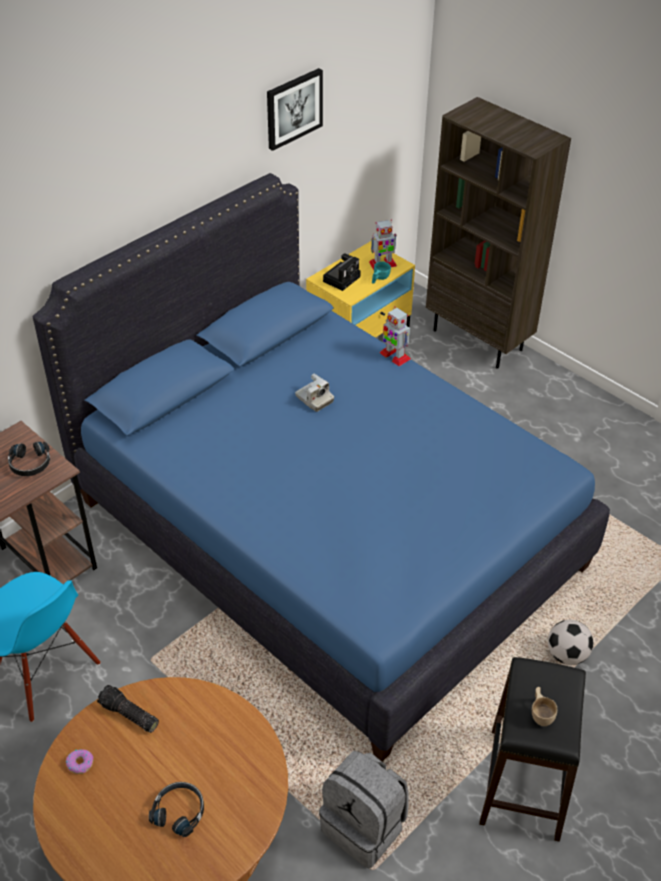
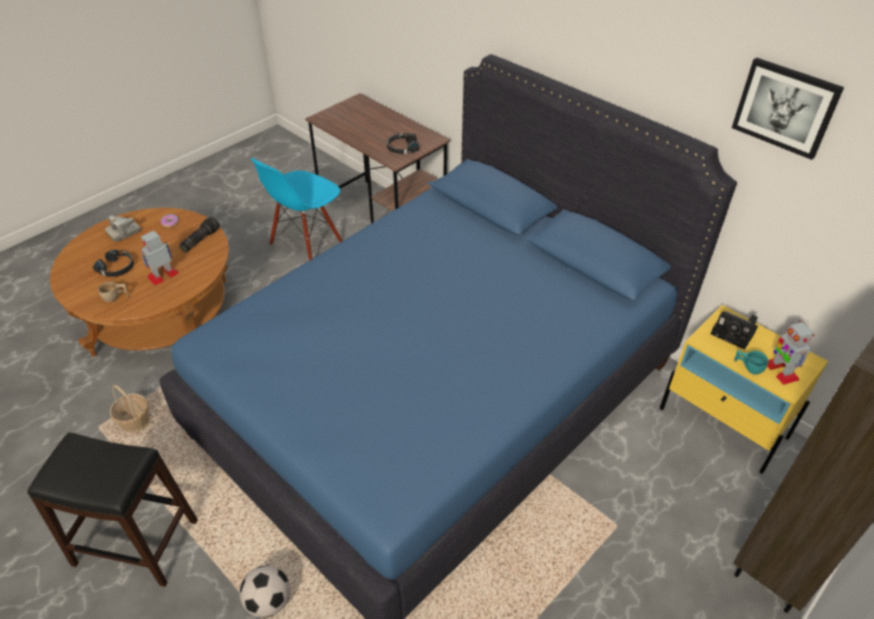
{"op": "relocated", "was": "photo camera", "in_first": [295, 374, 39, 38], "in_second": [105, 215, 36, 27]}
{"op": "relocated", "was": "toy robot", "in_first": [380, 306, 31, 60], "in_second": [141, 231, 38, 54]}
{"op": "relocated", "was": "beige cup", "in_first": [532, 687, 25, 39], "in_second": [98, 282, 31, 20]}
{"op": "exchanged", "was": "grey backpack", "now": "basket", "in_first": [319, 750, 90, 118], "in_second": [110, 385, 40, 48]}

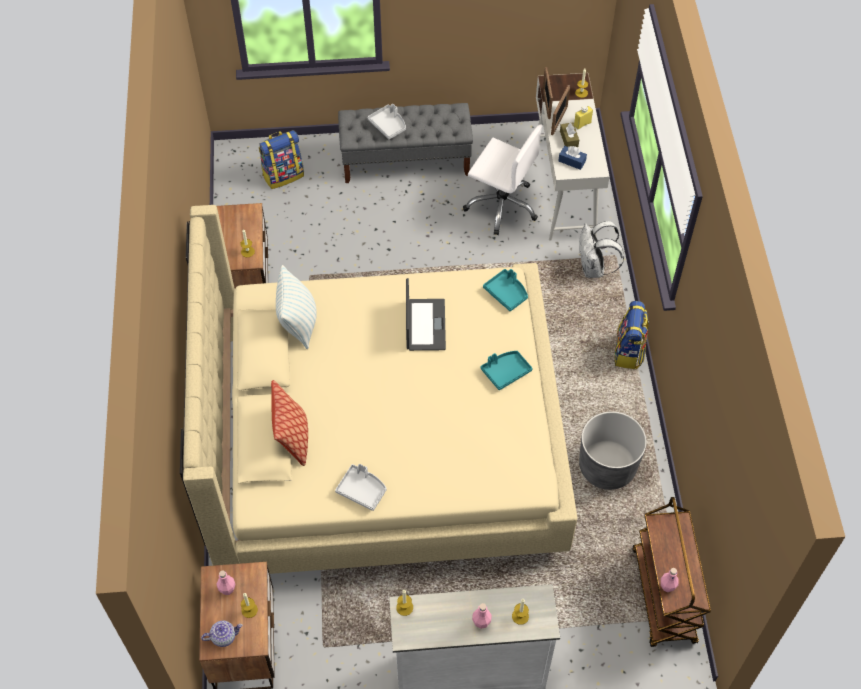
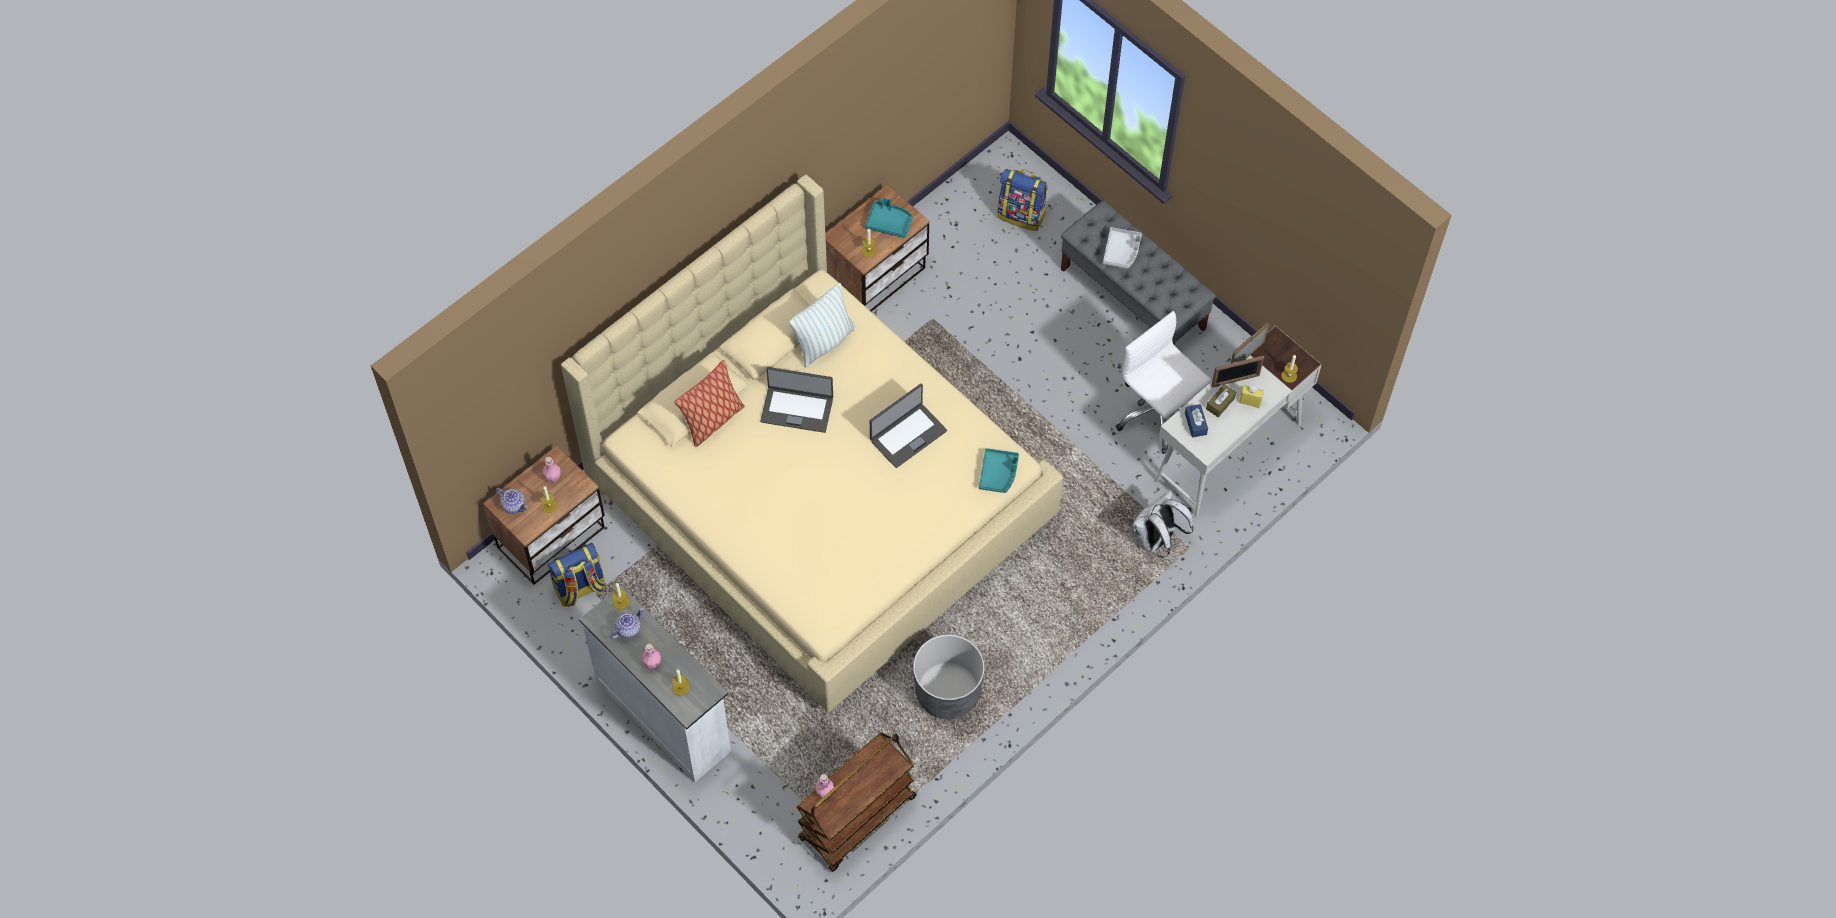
{"op": "missing", "was": "grey tray", "in_first": [335, 464, 52, 47]}
{"op": "appeared", "now": "teapot", "in_second": [611, 608, 33, 31]}
{"op": "appeared", "now": "laptop", "in_second": [760, 367, 73, 66]}
{"op": "relocated", "was": "turquoise tray", "in_first": [481, 351, 52, 39], "in_second": [865, 198, 48, 40]}
{"op": "relocated", "was": "backpack", "in_first": [614, 301, 35, 68], "in_second": [547, 543, 59, 64]}
{"op": "spun", "was": "white office chair", "in_first": [463, 124, 80, 111], "in_second": [1116, 311, 95, 143], "clockwise": 150}

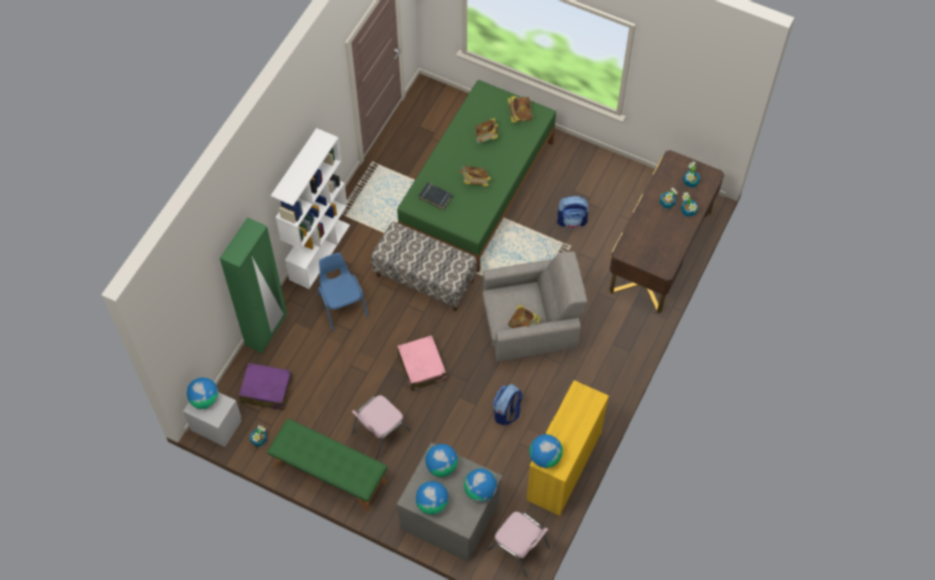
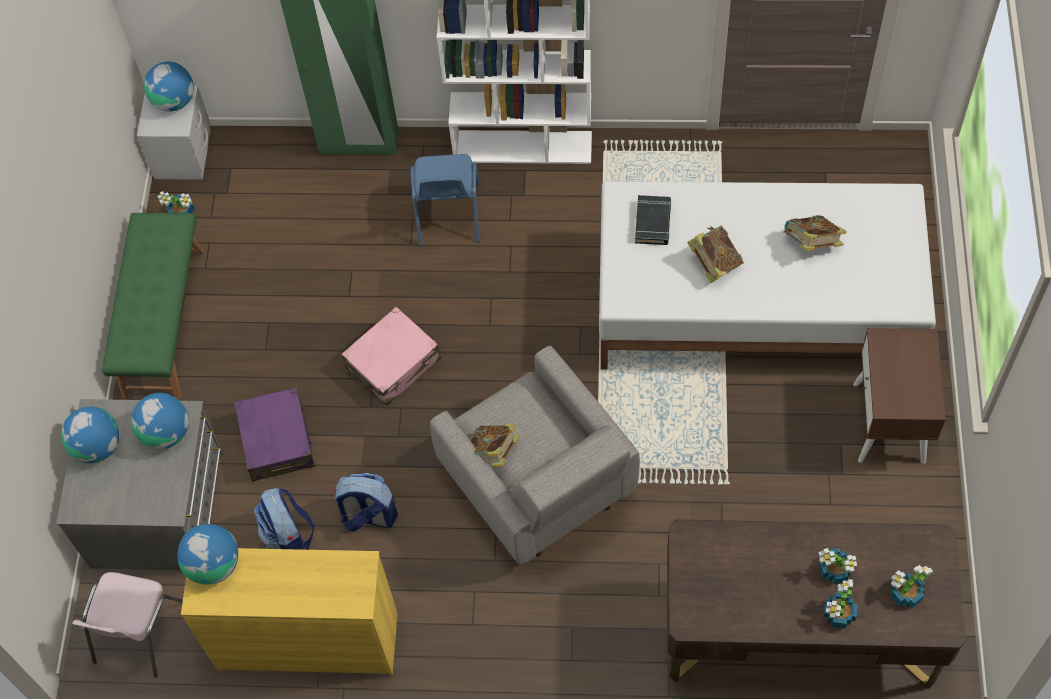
{"op": "missing", "was": "pink chair", "in_first": [351, 395, 60, 65]}
{"op": "missing", "was": "bench", "in_first": [371, 222, 106, 89]}
{"op": "missing", "was": "globe", "in_first": [464, 469, 33, 33]}
{"op": "missing", "was": "book", "in_first": [507, 96, 26, 27]}
{"op": "appeared", "now": "brown nightstand", "in_second": [853, 328, 93, 136]}
{"op": "relocated", "was": "purple suitcase", "in_first": [239, 363, 53, 48], "in_second": [234, 387, 81, 95]}
{"op": "relocated", "was": "backpack", "in_first": [557, 196, 33, 33], "in_second": [254, 488, 61, 62]}
{"op": "colour", "was": "green bed", "now": "white bed", "in_first": [397, 80, 159, 193], "in_second": [599, 181, 337, 189]}
{"op": "spun", "was": "blue chair", "in_first": [318, 253, 50, 77], "in_second": [411, 154, 69, 92], "clockwise": 135}

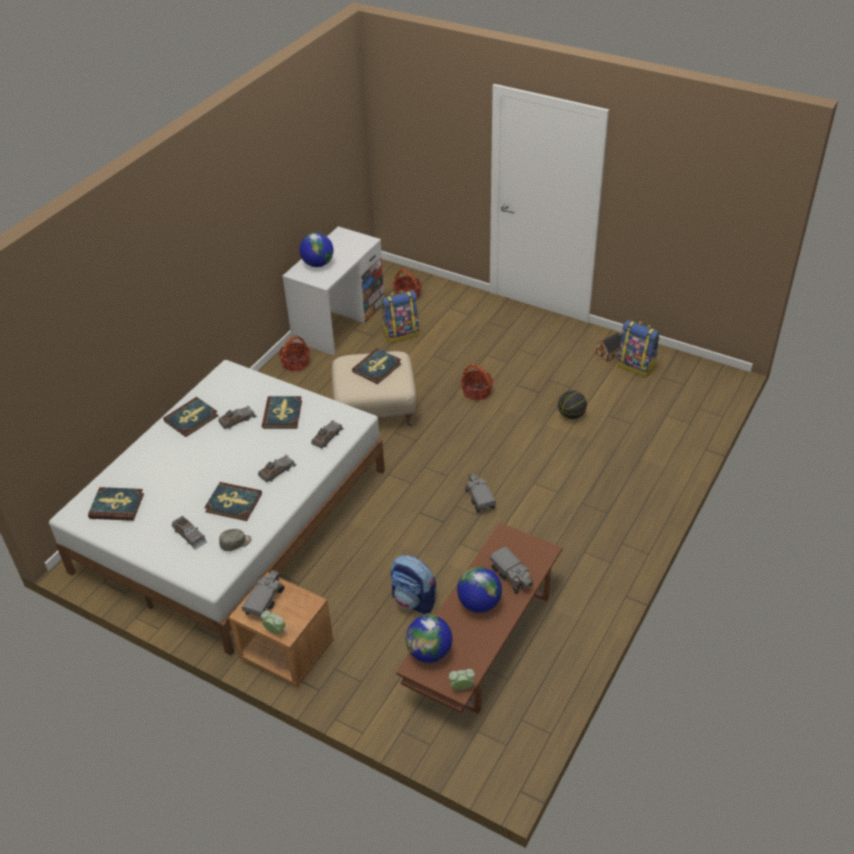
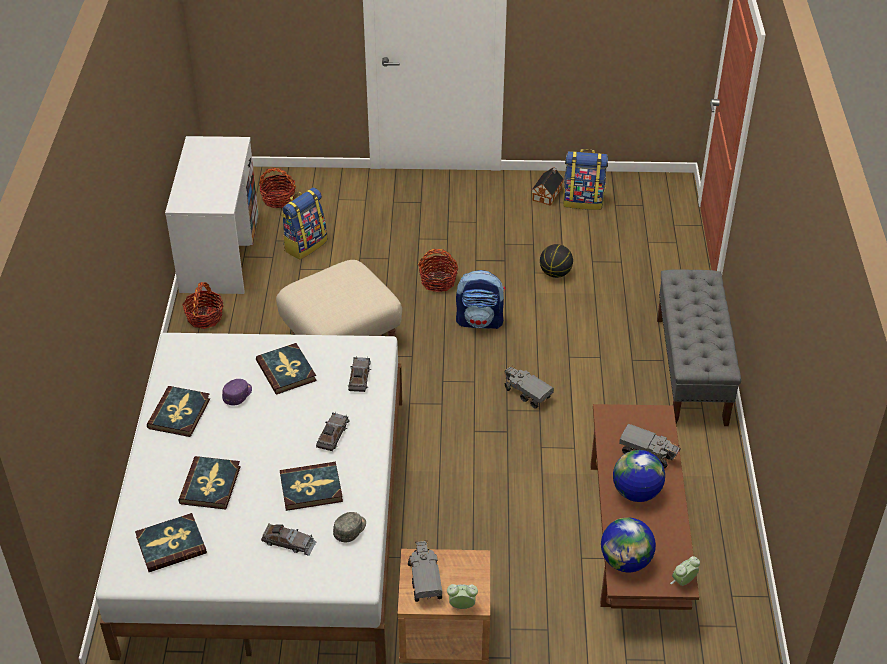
{"op": "missing", "was": "globe", "in_first": [300, 233, 33, 34]}
{"op": "appeared", "now": "grey bench", "in_second": [657, 269, 84, 157]}
{"op": "relocated", "was": "book", "in_first": [352, 348, 50, 36], "in_second": [178, 456, 63, 54]}
{"op": "relocated", "was": "backpack", "in_first": [391, 555, 46, 59], "in_second": [456, 270, 50, 59]}
{"op": "exchanged", "was": "grey toy car", "now": "purple cap", "in_first": [218, 405, 39, 24], "in_second": [222, 379, 30, 26]}

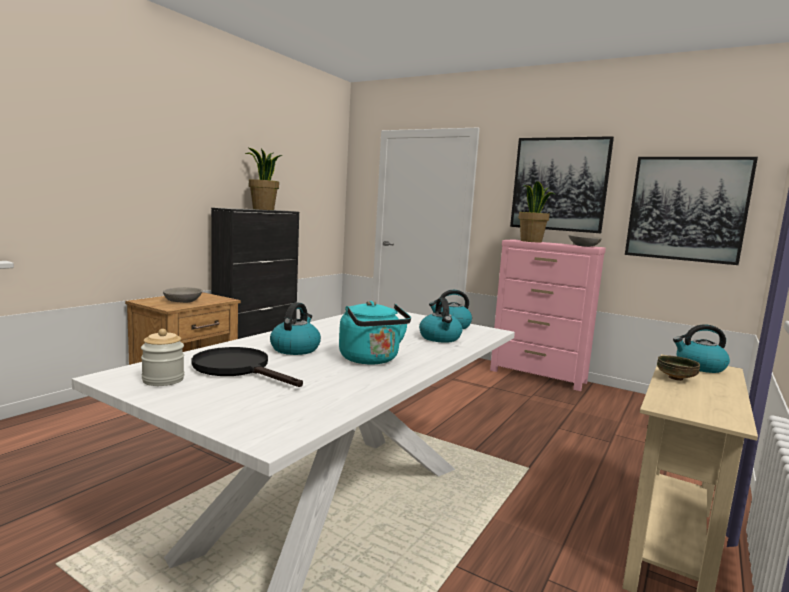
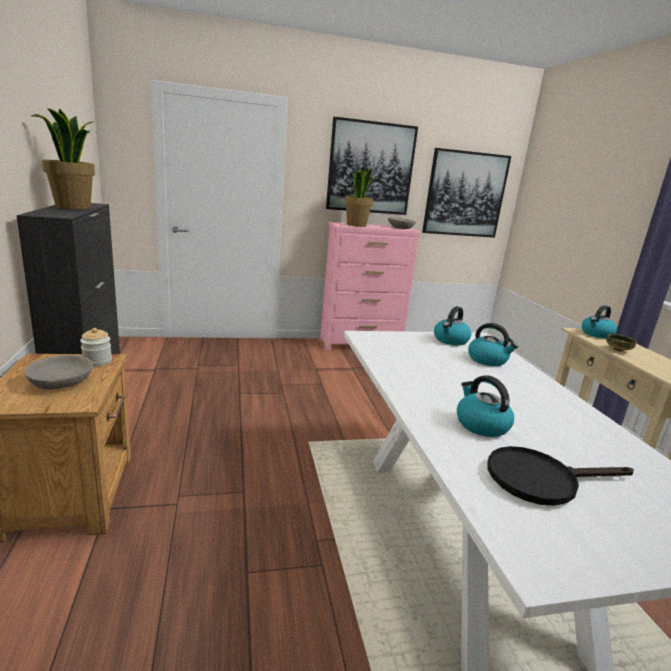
{"op": "missing", "was": "turquoise kettle", "in_first": [339, 301, 72, 63]}
{"op": "relocated", "was": "jar", "in_first": [141, 329, 43, 57], "in_second": [80, 328, 32, 39]}

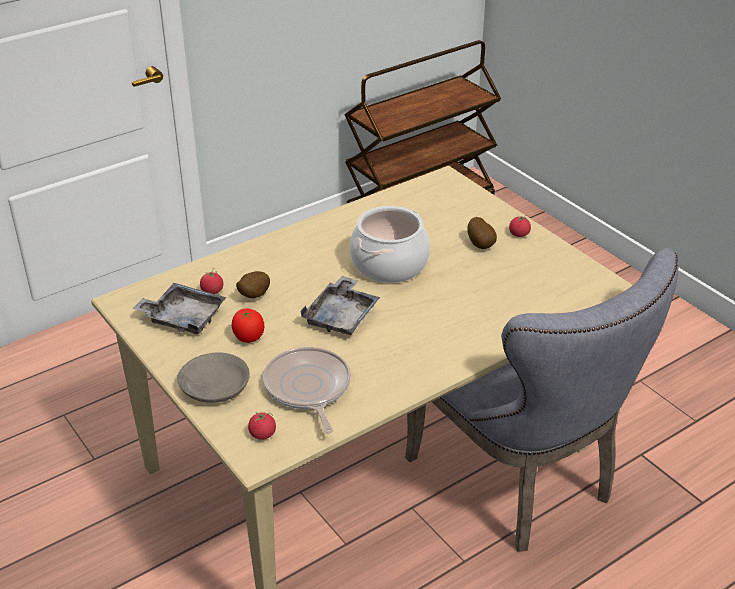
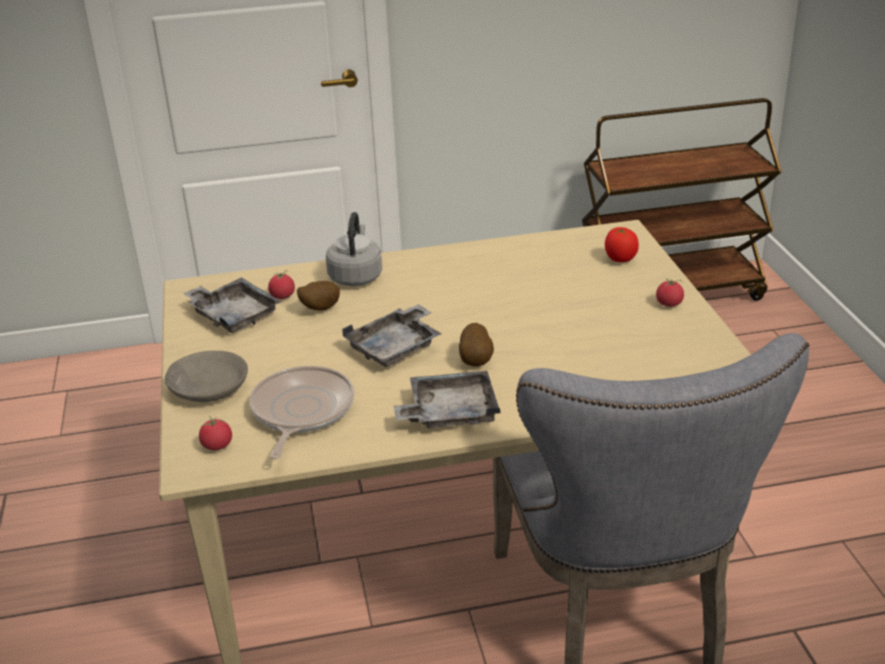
{"op": "missing", "was": "cooking pot", "in_first": [350, 206, 80, 77]}
{"op": "appeared", "now": "grey kettle", "in_second": [326, 212, 56, 74]}
{"op": "appeared", "now": "grey tray", "in_second": [394, 371, 107, 58]}
{"op": "relocated", "was": "tomato", "in_first": [232, 308, 32, 35], "in_second": [605, 227, 34, 35]}
{"op": "relocated", "was": "potato", "in_first": [467, 217, 30, 32], "in_second": [459, 323, 35, 43]}

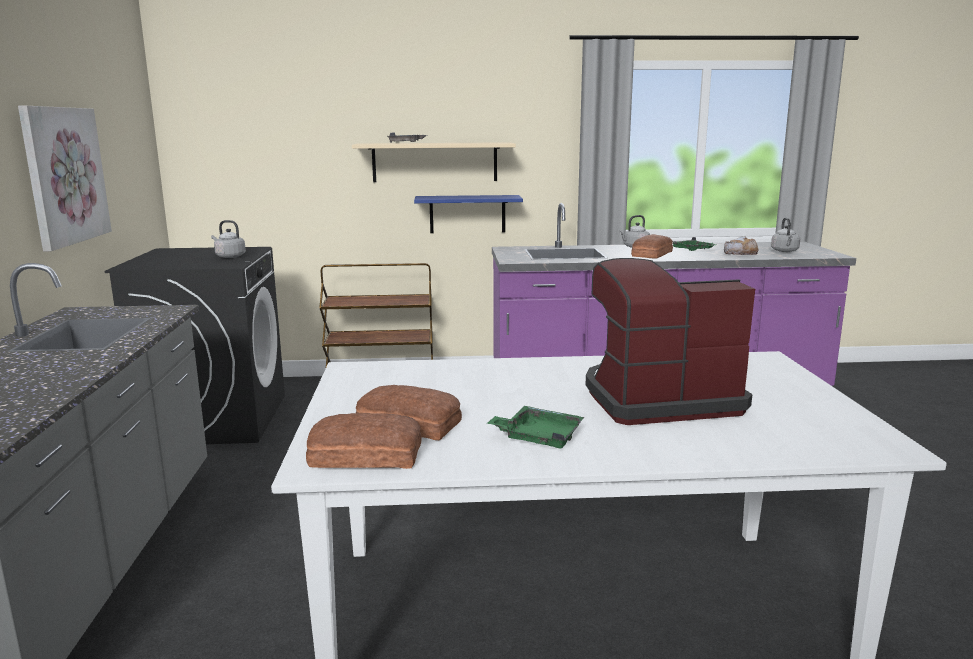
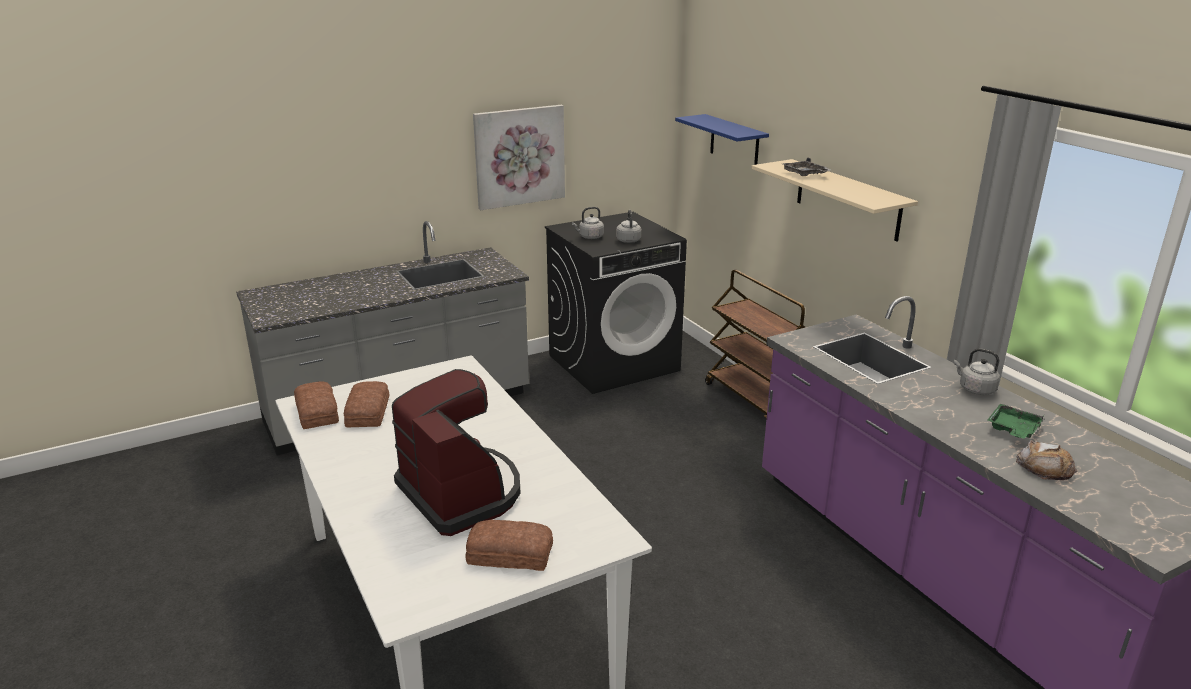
{"op": "missing", "was": "green tray", "in_first": [487, 406, 97, 42]}
{"op": "relocated", "was": "blue shelf", "in_first": [414, 195, 109, 38], "in_second": [675, 114, 94, 51]}
{"op": "relocated", "was": "bread", "in_first": [631, 234, 42, 25], "in_second": [465, 520, 88, 51]}
{"op": "relocated", "was": "grey kettle", "in_first": [771, 218, 29, 34], "in_second": [572, 207, 32, 32]}

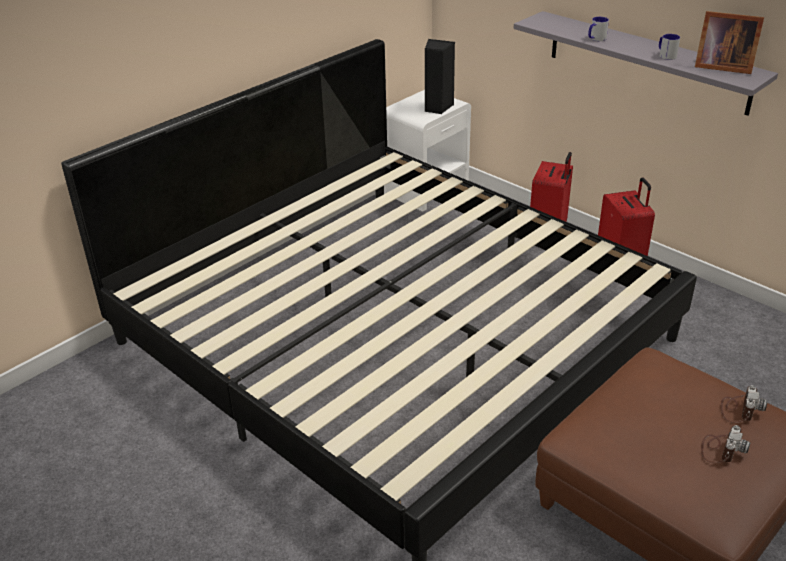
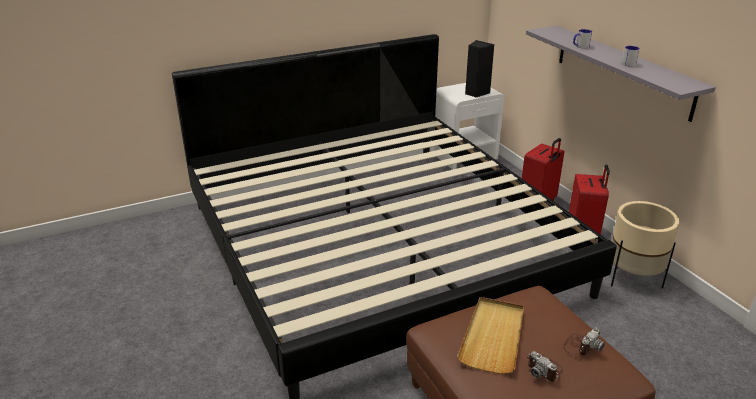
{"op": "missing", "was": "picture frame", "in_first": [695, 11, 69, 63]}
{"op": "appeared", "now": "beige tray", "in_second": [457, 297, 67, 77]}
{"op": "appeared", "now": "beige planter", "in_second": [611, 201, 68, 87]}
{"op": "spun", "was": "photo camera", "in_first": [701, 425, 49, 38], "in_second": [527, 351, 36, 31], "clockwise": 90}

